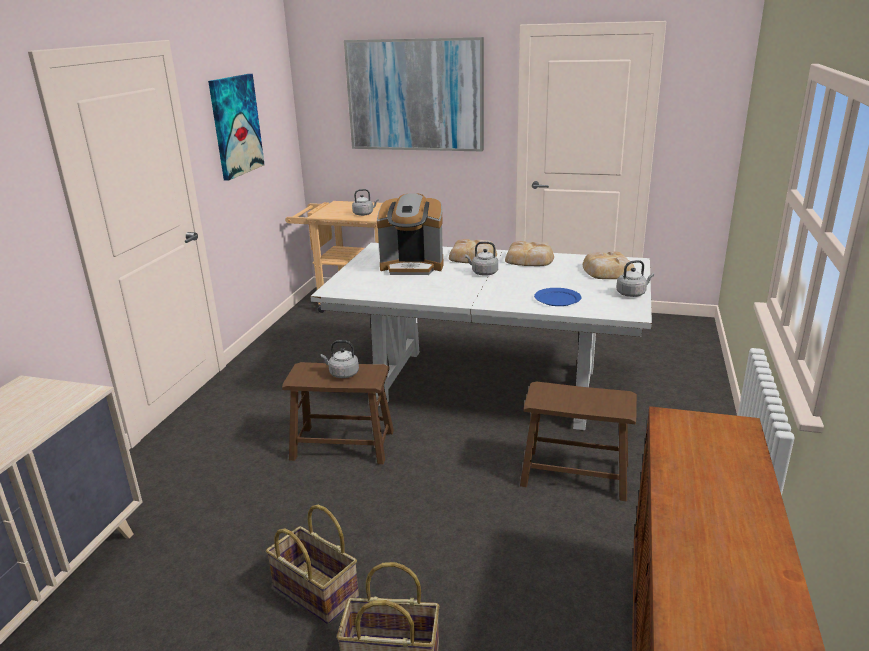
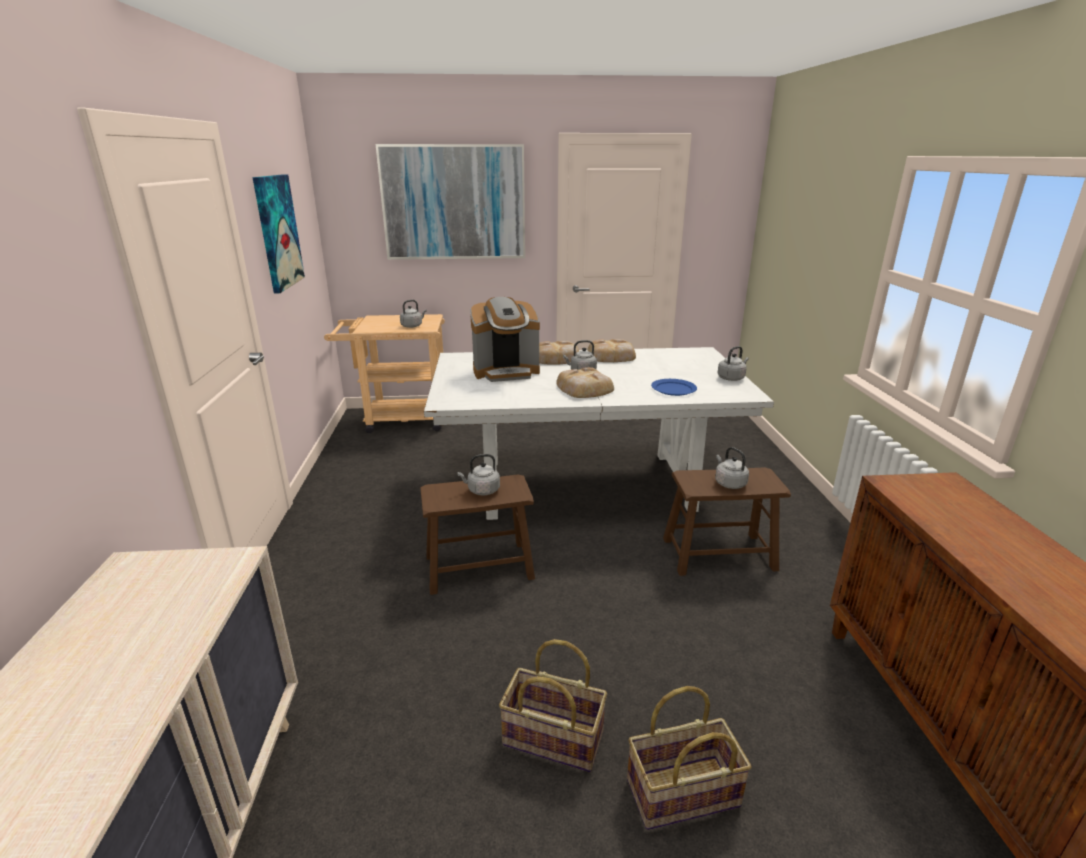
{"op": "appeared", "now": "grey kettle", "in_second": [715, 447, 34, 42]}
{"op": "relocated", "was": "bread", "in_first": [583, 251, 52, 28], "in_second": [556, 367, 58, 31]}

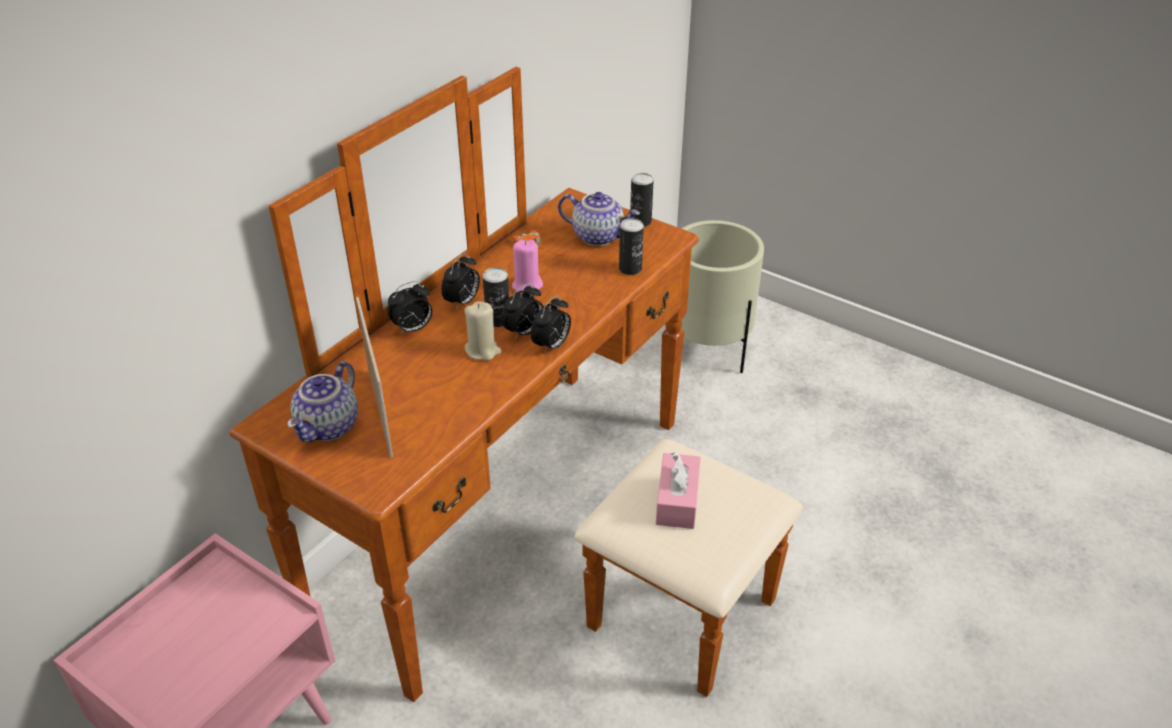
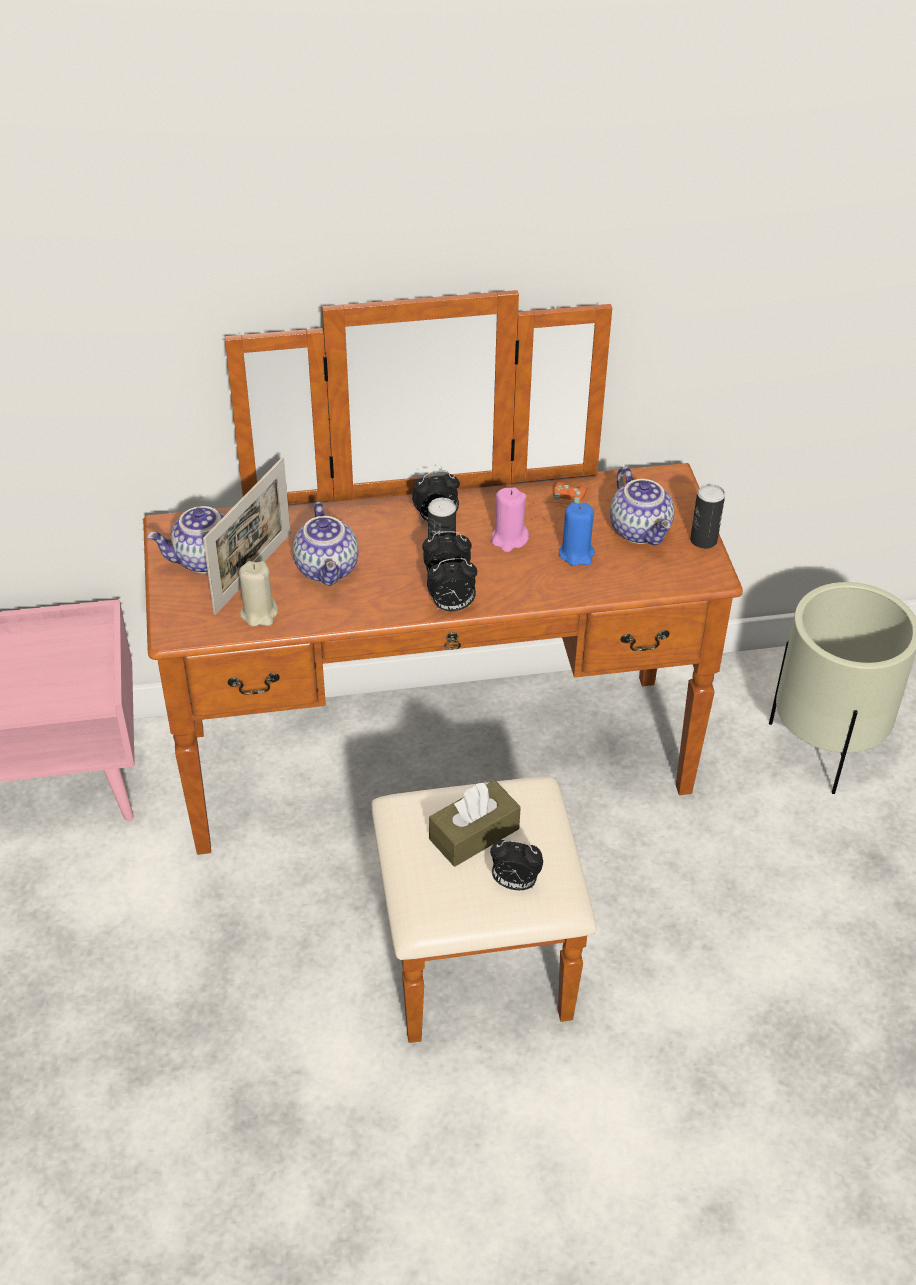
{"op": "missing", "was": "can", "in_first": [619, 218, 25, 57]}
{"op": "appeared", "now": "teapot", "in_second": [293, 502, 66, 84]}
{"op": "appeared", "now": "blue candle", "in_second": [559, 503, 36, 63]}
{"op": "relocated", "was": "alarm clock", "in_first": [387, 281, 45, 54], "in_second": [490, 840, 53, 50]}
{"op": "relocated", "was": "beige candle", "in_first": [464, 301, 37, 60], "in_second": [239, 561, 39, 66]}
{"op": "colour", "was": "pink tissue box", "now": "brown tissue box", "in_first": [656, 452, 45, 77], "in_second": [429, 780, 92, 87]}

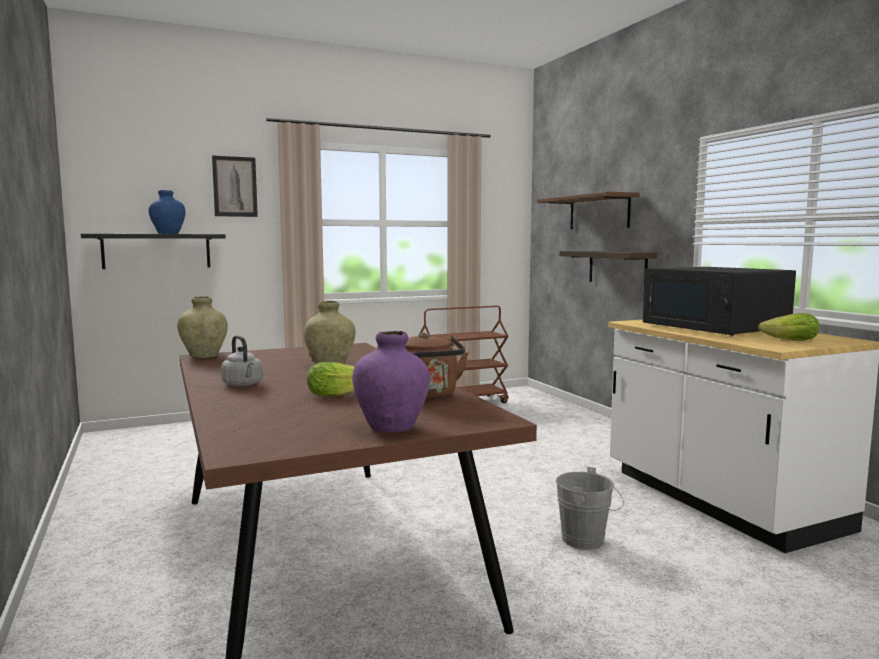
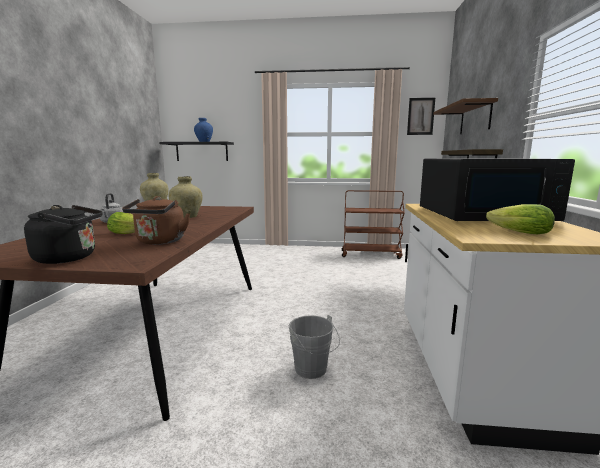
{"op": "relocated", "was": "picture", "in_first": [212, 155, 46, 62], "in_second": [407, 98, 28, 37]}
{"op": "exchanged", "was": "purple vase", "now": "black kettle", "in_first": [352, 331, 78, 102], "in_second": [24, 205, 79, 59]}
{"op": "spun", "was": "black microwave", "in_first": [643, 267, 153, 69], "in_second": [420, 158, 155, 63], "clockwise": -90}

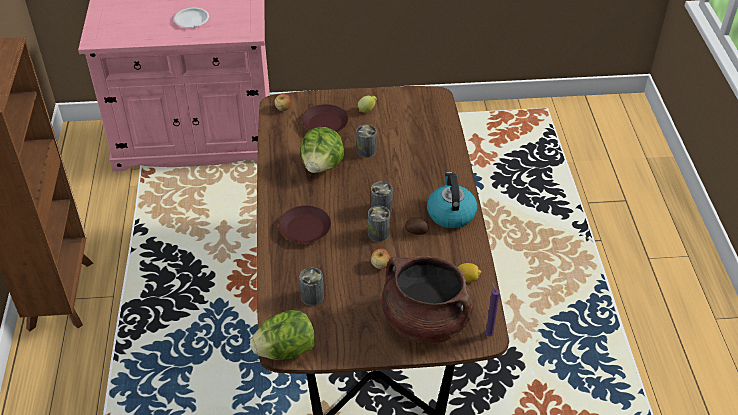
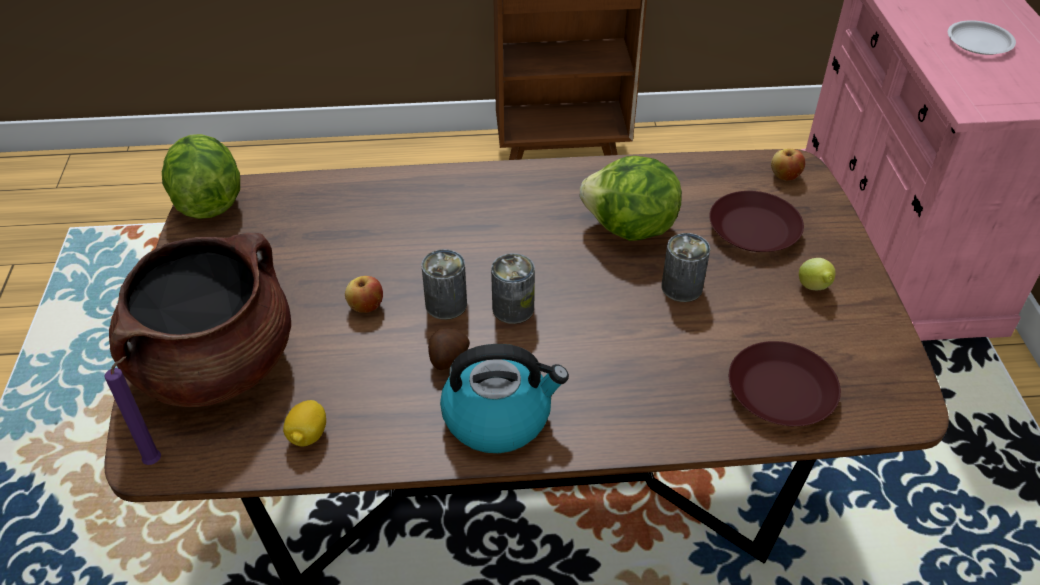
{"op": "missing", "was": "can", "in_first": [299, 268, 25, 38]}
{"op": "relocated", "was": "brown plate", "in_first": [279, 205, 52, 38], "in_second": [729, 341, 112, 85]}

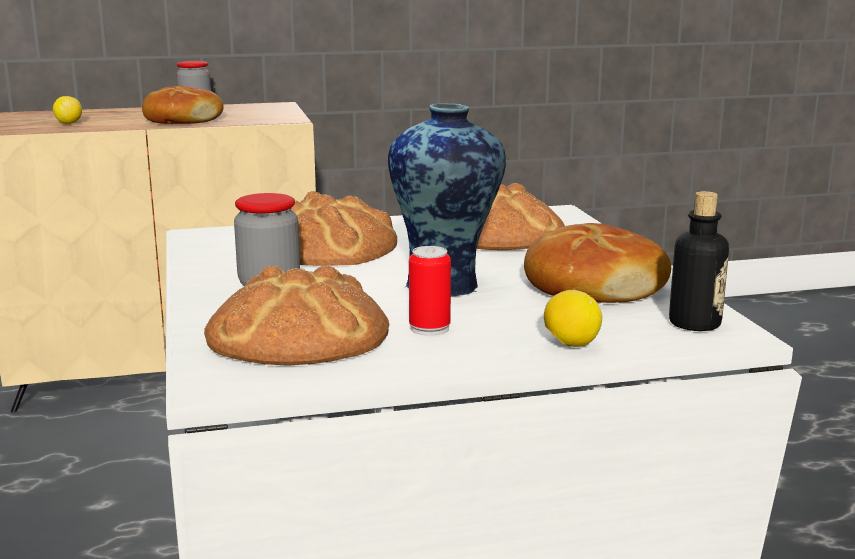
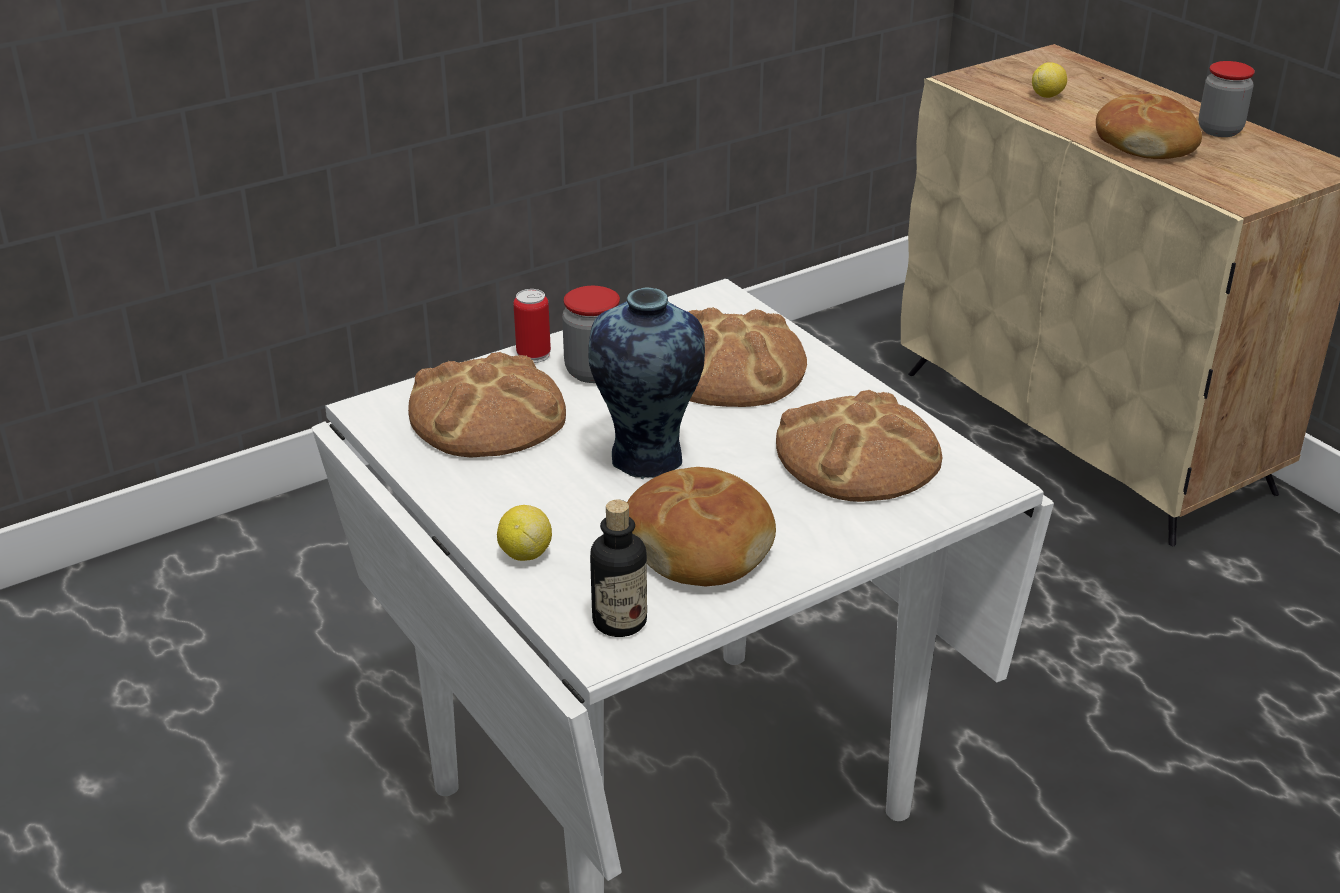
{"op": "relocated", "was": "can", "in_first": [409, 246, 42, 90], "in_second": [513, 289, 38, 74]}

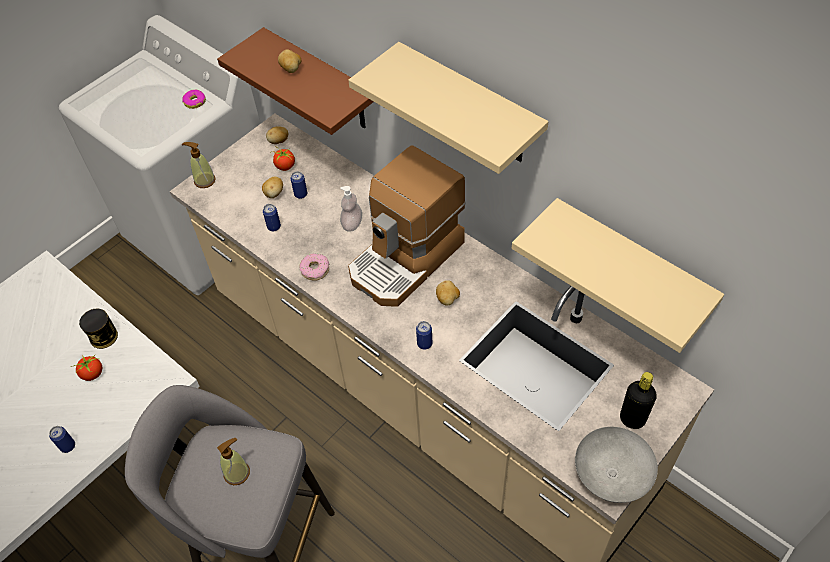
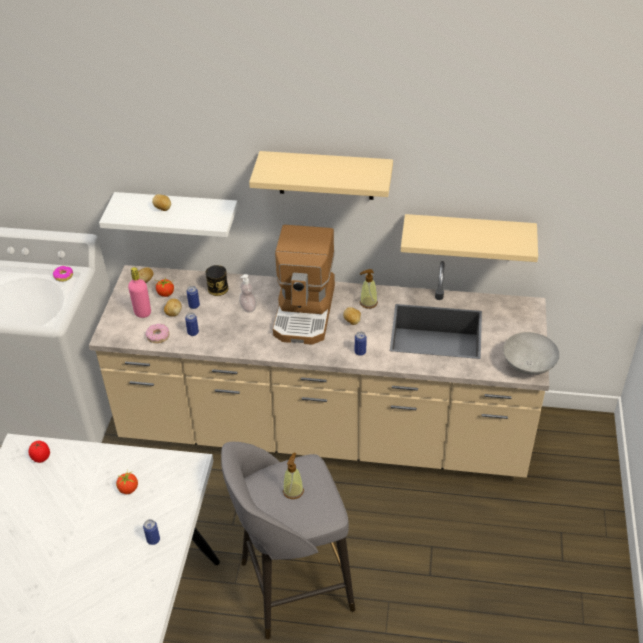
{"op": "missing", "was": "black bottle", "in_first": [620, 372, 37, 57]}
{"op": "appeared", "now": "tomato", "in_second": [29, 441, 21, 22]}
{"op": "appeared", "now": "pink bottle", "in_second": [128, 267, 23, 51]}
{"op": "relocated", "was": "can", "in_first": [79, 309, 39, 40], "in_second": [206, 265, 22, 31]}
{"op": "relocated", "was": "soap dispenser", "in_first": [182, 142, 33, 46], "in_second": [360, 269, 18, 40]}
{"op": "relocated", "was": "donut", "in_first": [299, 254, 30, 27], "in_second": [145, 324, 24, 19]}
{"op": "colour", "was": "brown shelf", "now": "white shelf", "in_first": [217, 27, 157, 108], "in_second": [99, 192, 139, 45]}

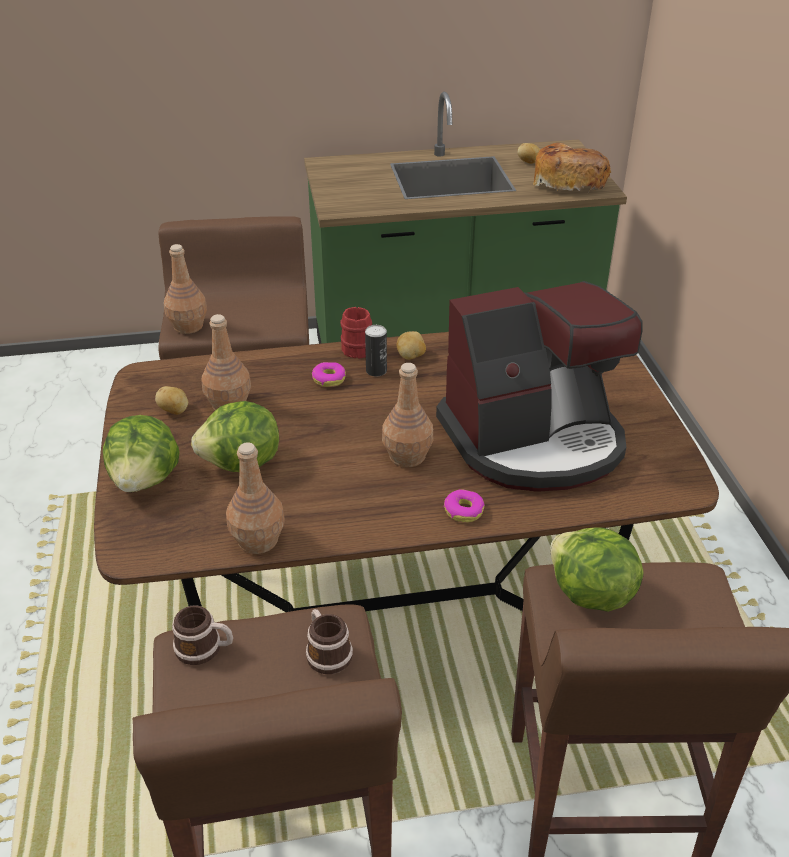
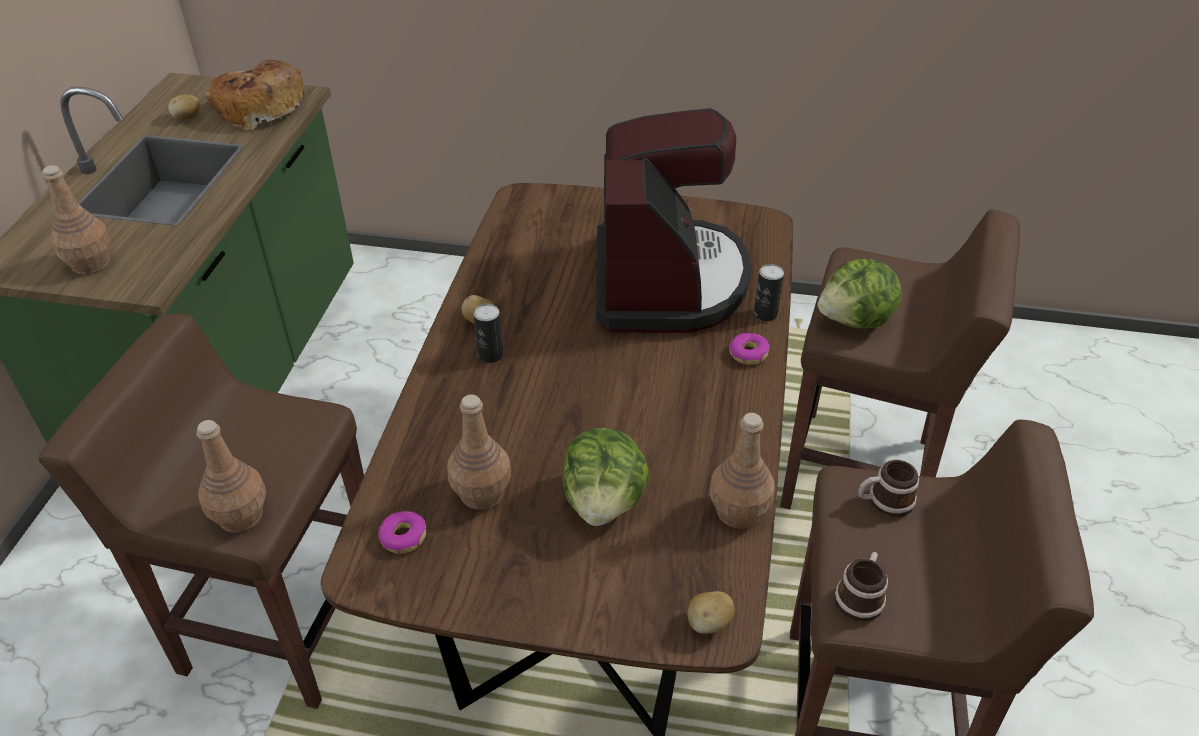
{"op": "missing", "was": "lettuce", "in_first": [103, 415, 77, 77]}
{"op": "missing", "was": "red mug", "in_first": [340, 307, 32, 52]}
{"op": "appeared", "now": "can", "in_second": [754, 264, 30, 57]}
{"op": "relocated", "was": "potato", "in_first": [155, 386, 33, 29], "in_second": [688, 591, 46, 43]}
{"op": "relocated", "was": "donut", "in_first": [312, 362, 34, 25], "in_second": [378, 511, 48, 43]}
{"op": "relocated", "was": "brown bottle", "in_first": [382, 363, 51, 104], "in_second": [42, 165, 69, 110]}

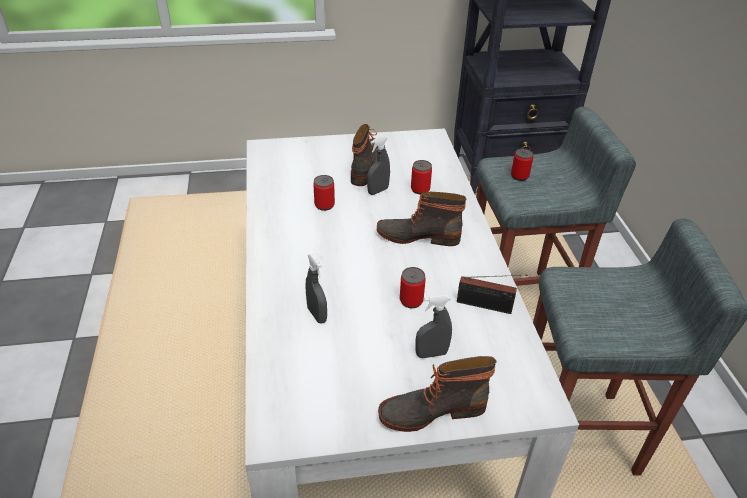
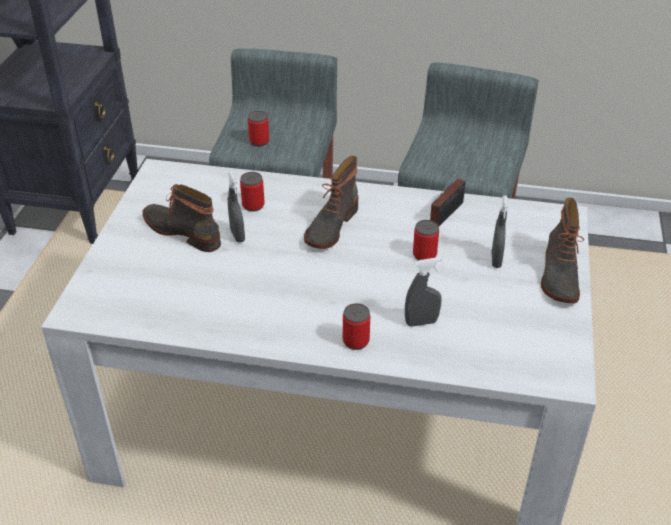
{"op": "relocated", "was": "can", "in_first": [313, 175, 22, 36], "in_second": [343, 303, 27, 47]}

